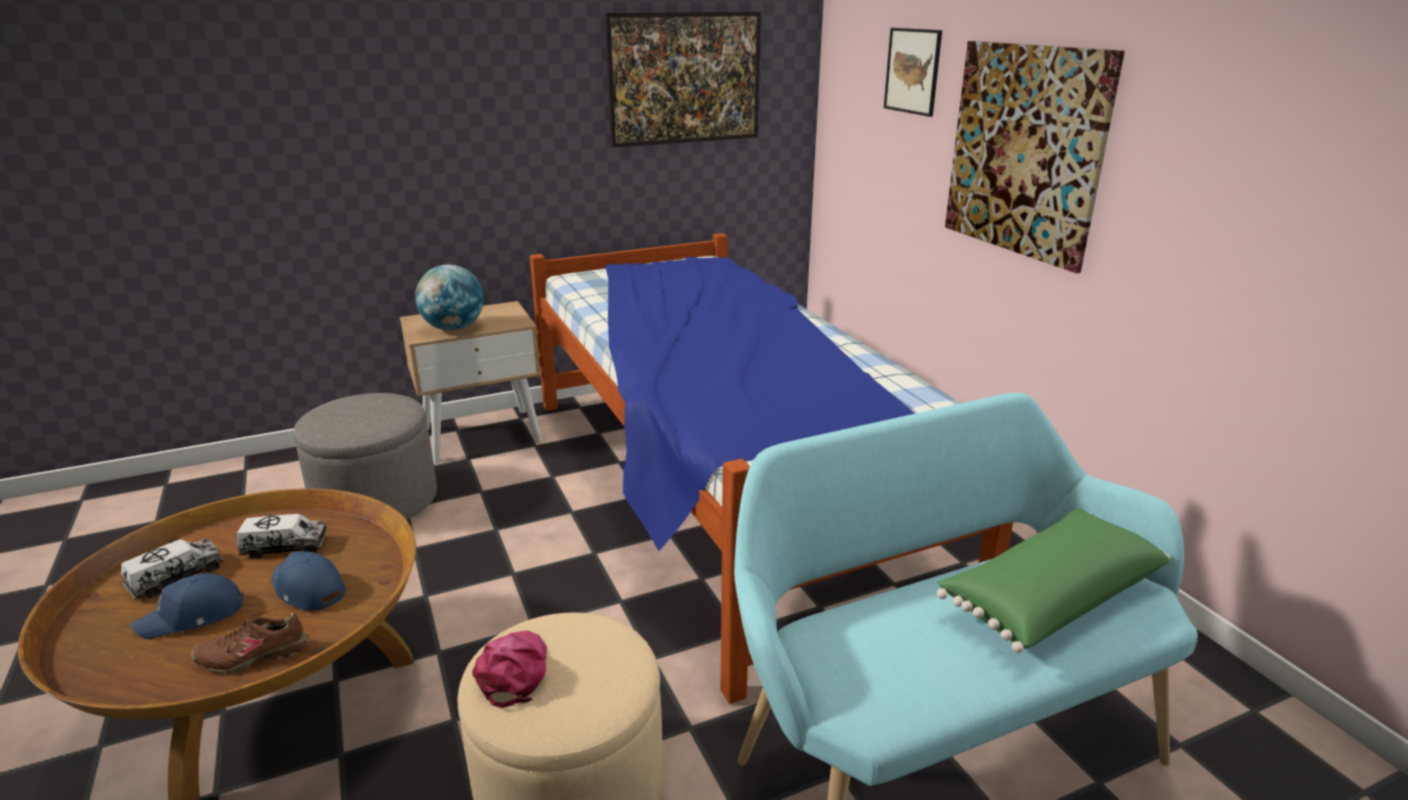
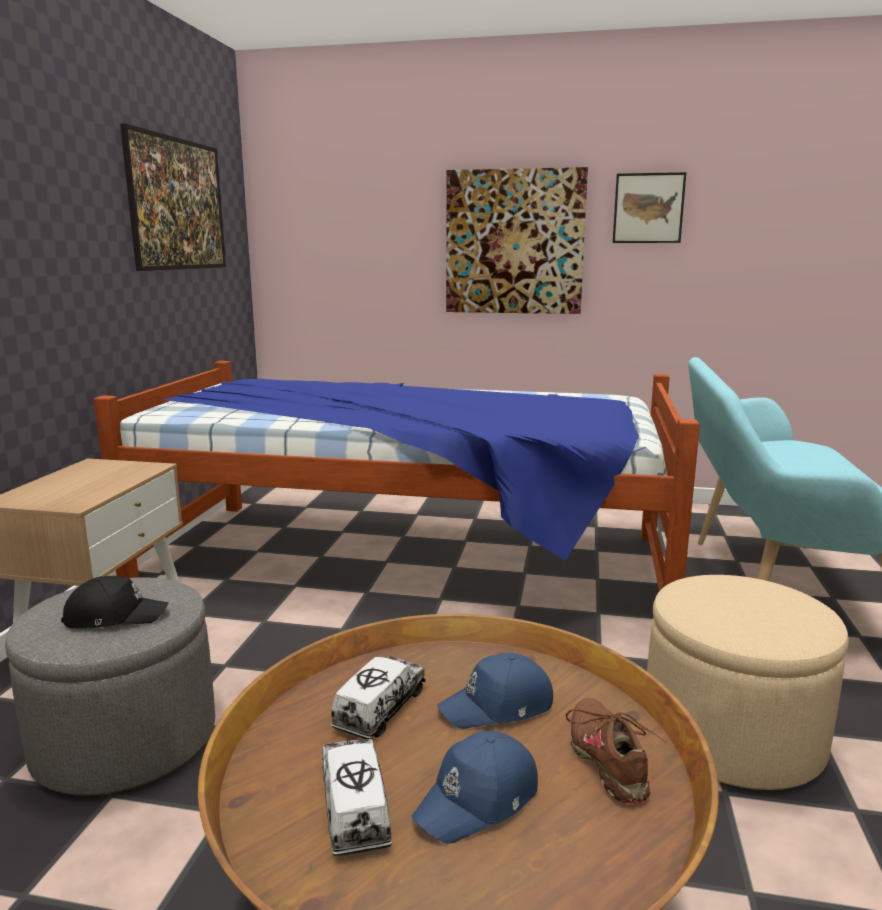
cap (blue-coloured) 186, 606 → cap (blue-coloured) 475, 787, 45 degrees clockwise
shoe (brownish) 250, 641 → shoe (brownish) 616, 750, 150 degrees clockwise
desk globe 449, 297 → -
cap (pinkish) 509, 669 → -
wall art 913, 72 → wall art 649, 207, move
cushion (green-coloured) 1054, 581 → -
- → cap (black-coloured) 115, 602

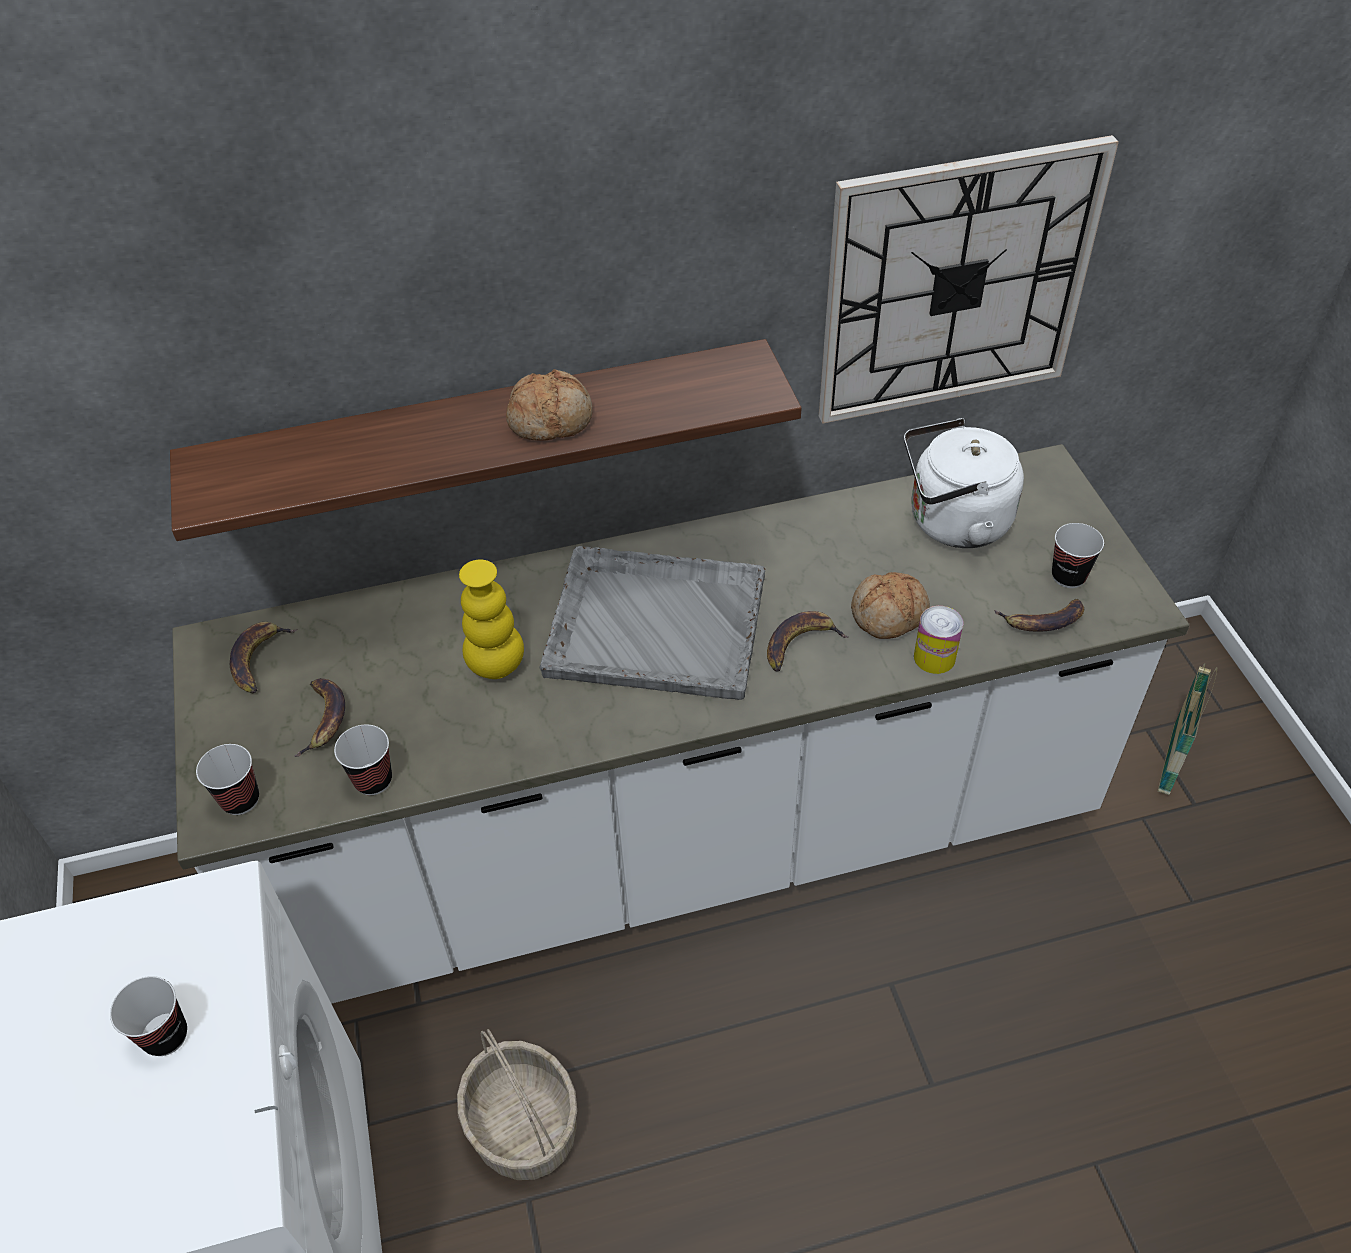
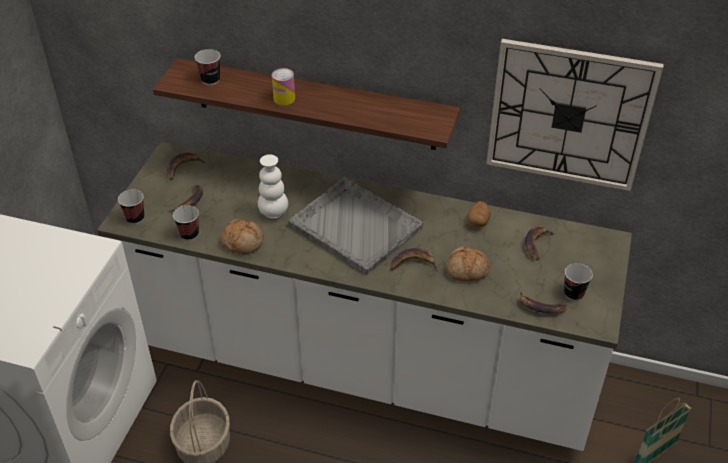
cup 148, 1016 → cup 208, 67, move
vase (yellow-coloured) 491, 619 → vase (white) 273, 186
bread 549, 405 → bread 242, 236, move
tea kettle (white) 964, 483 → banana fruit 540, 243
can 938, 640 → can 283, 86, move
- → whole potato 479, 214

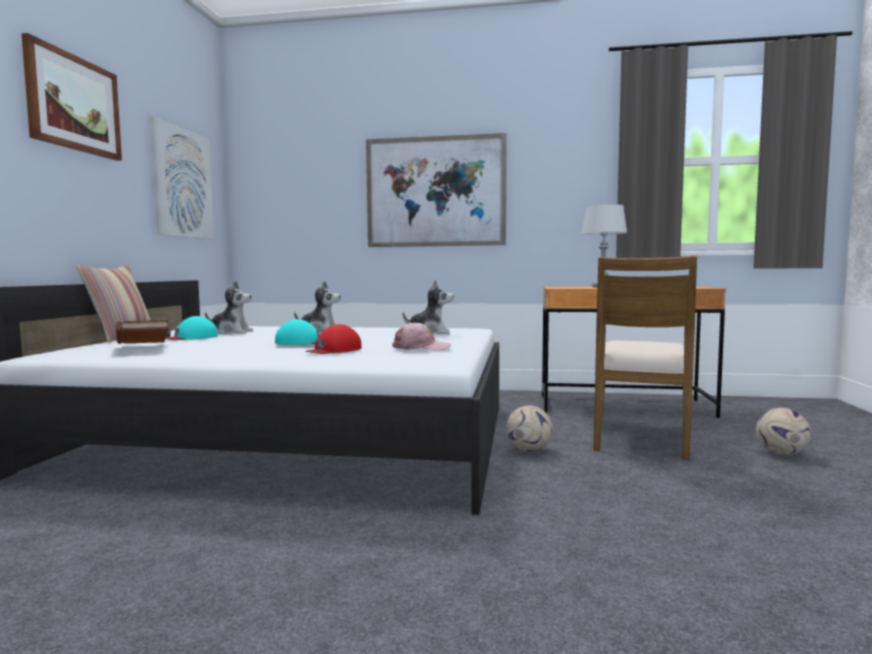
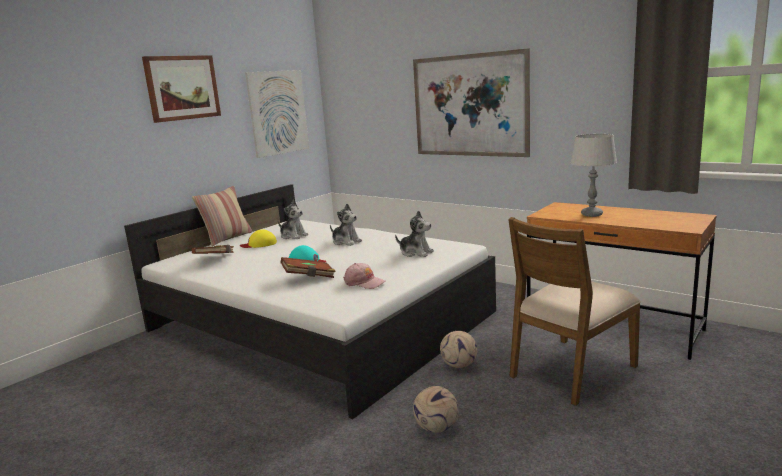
cap (turquoise-coloured) 191, 328 → cap (yellow-coloured) 258, 238
cap (reddish) 333, 339 → book (brownish) 308, 267
football 783, 431 → football 436, 409, move

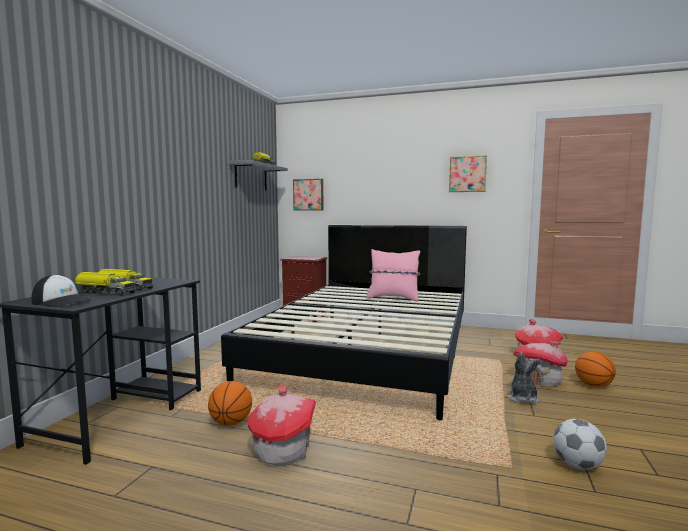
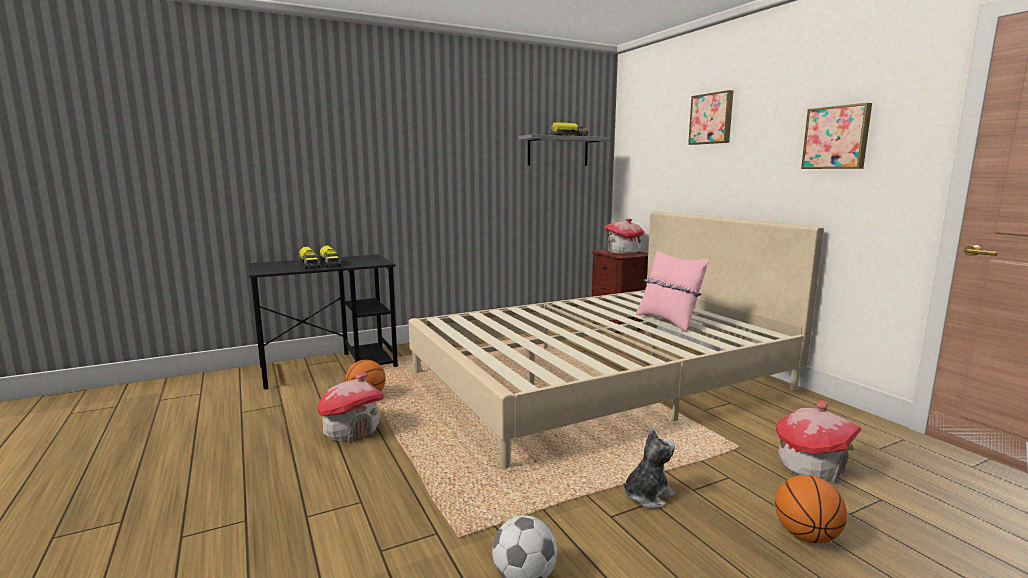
cap 62, 290 → -
sleeping bed (black-coloured) 344, 322 → sleeping bed (beige-coloured) 616, 340
wall art 308, 195 → wall art 711, 117, move
model house 540, 364 → model house 624, 236, move

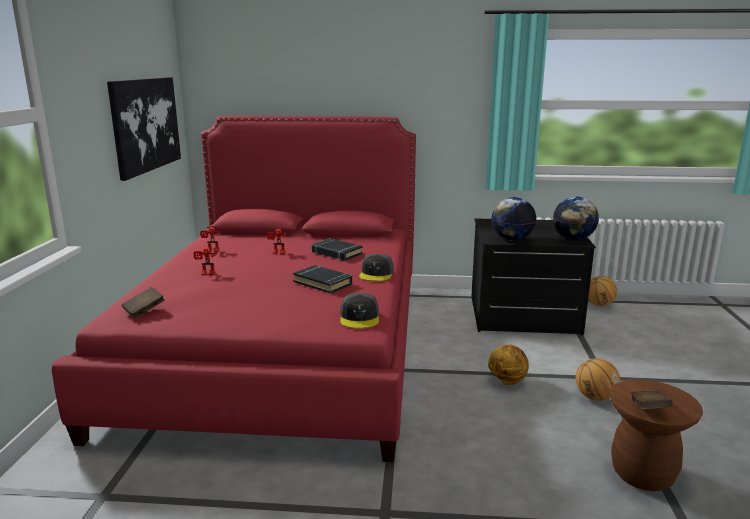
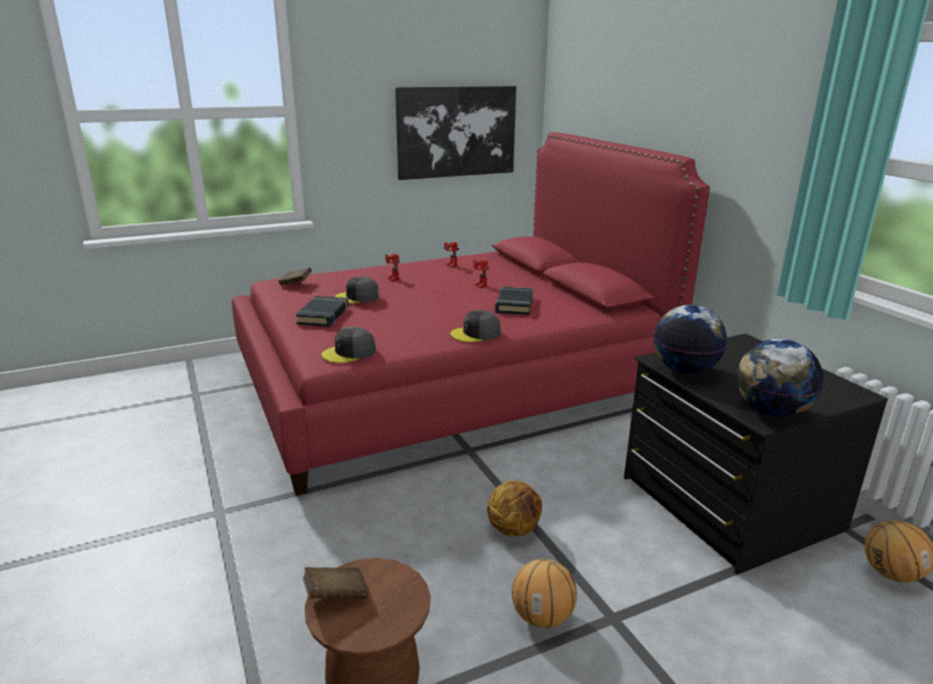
book (black-coloured) 322, 279 → book (black-coloured) 322, 311, move
- → cap (grey) 357, 290

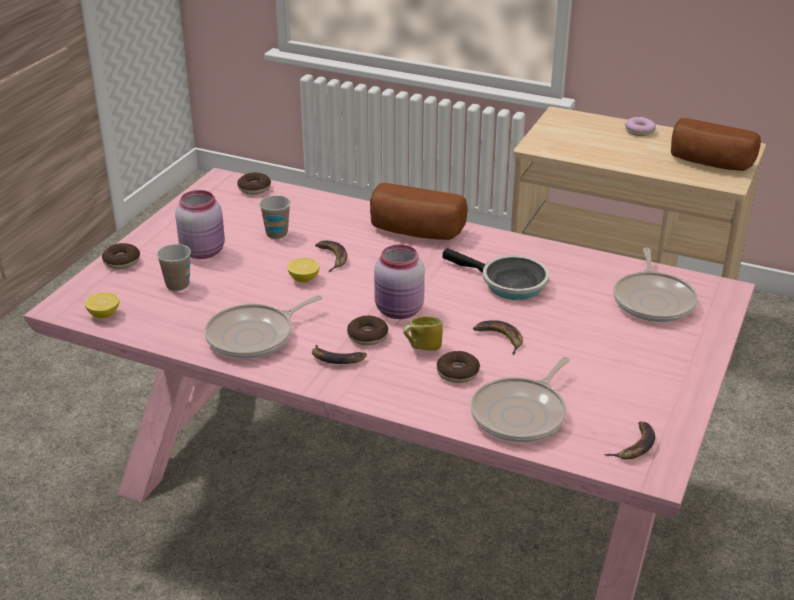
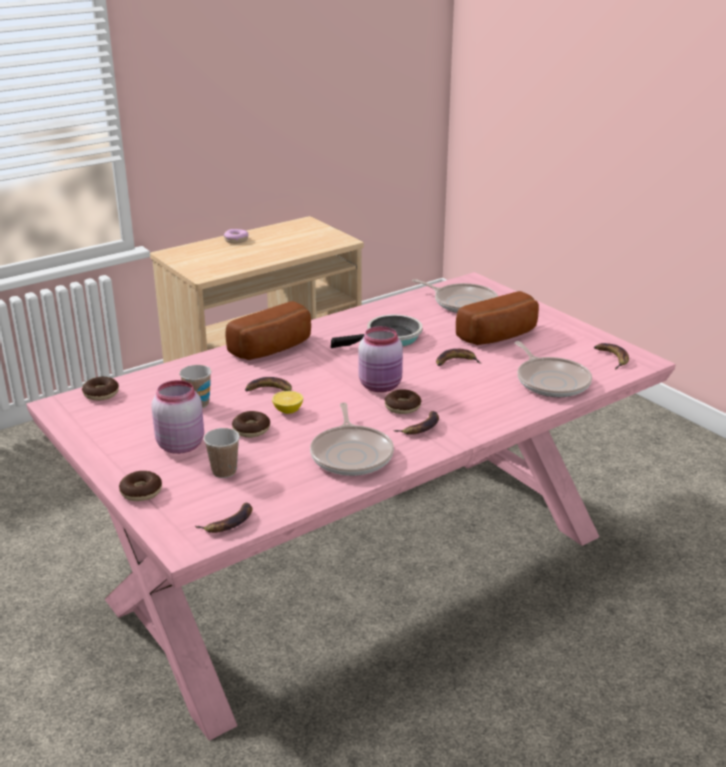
whole lemon 102, 305 → banana fruit 223, 517
tea mug 423, 333 → -
doughnut 458, 367 → doughnut 251, 424, move
bread 716, 144 → bread 497, 318, move

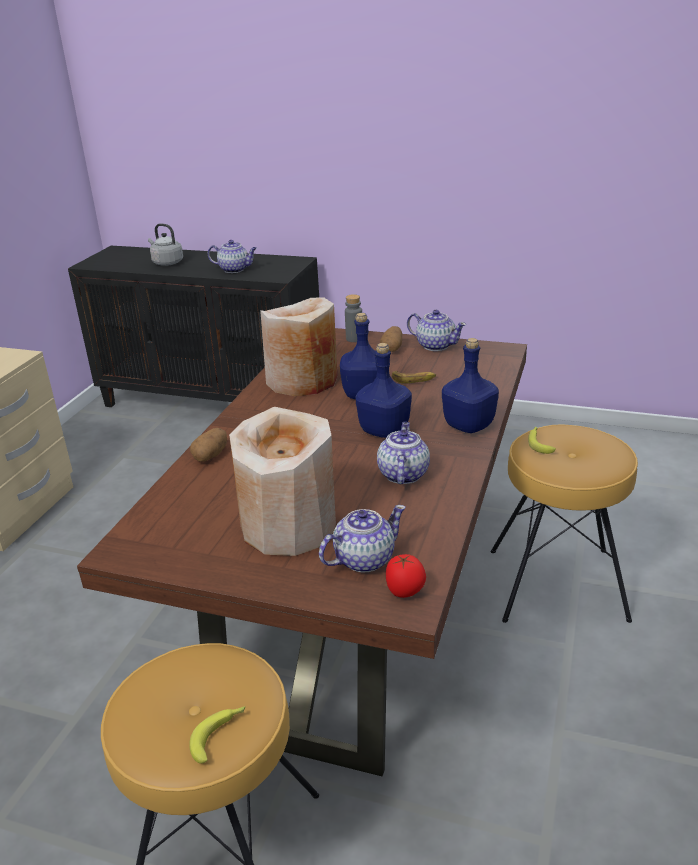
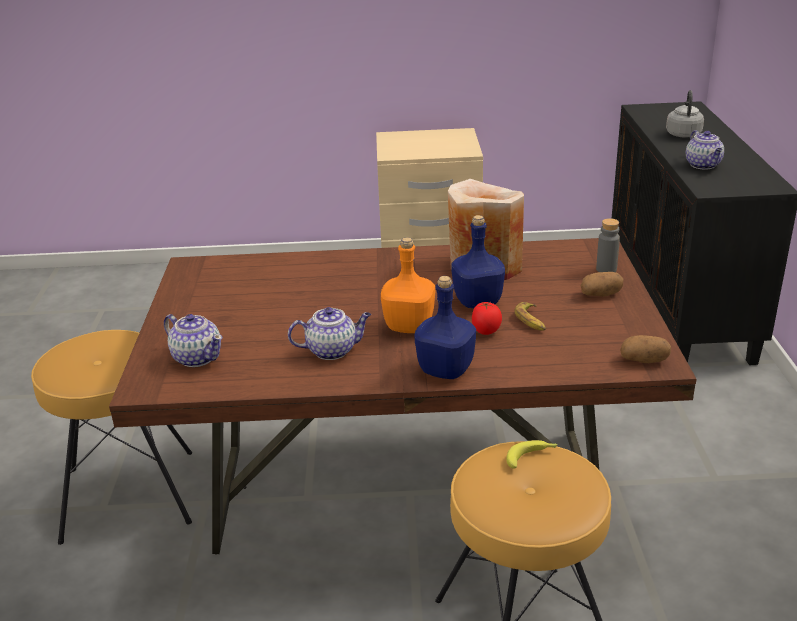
banana fruit 217, 734 → -
whole potato 208, 445 → whole potato 645, 349, move
vase (beige-coloured) 282, 481 → -
bottle (blue-coloured) 384, 390 → bottle (orange-coloured) 408, 285
whole tomato 406, 576 → whole tomato 487, 318, move
teapot 437, 330 → -

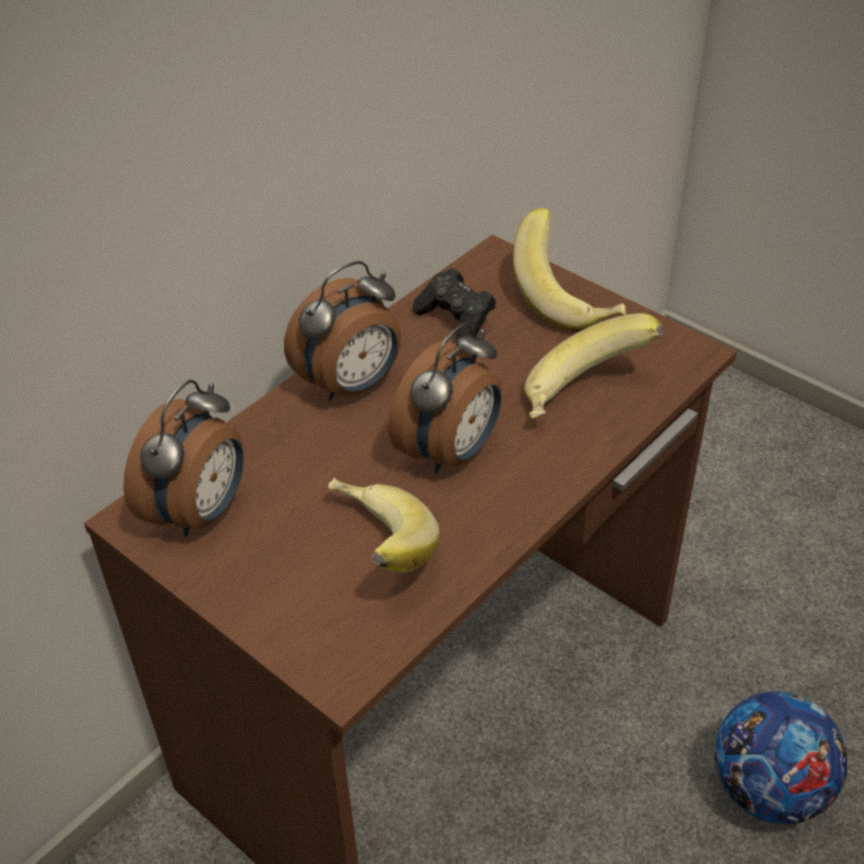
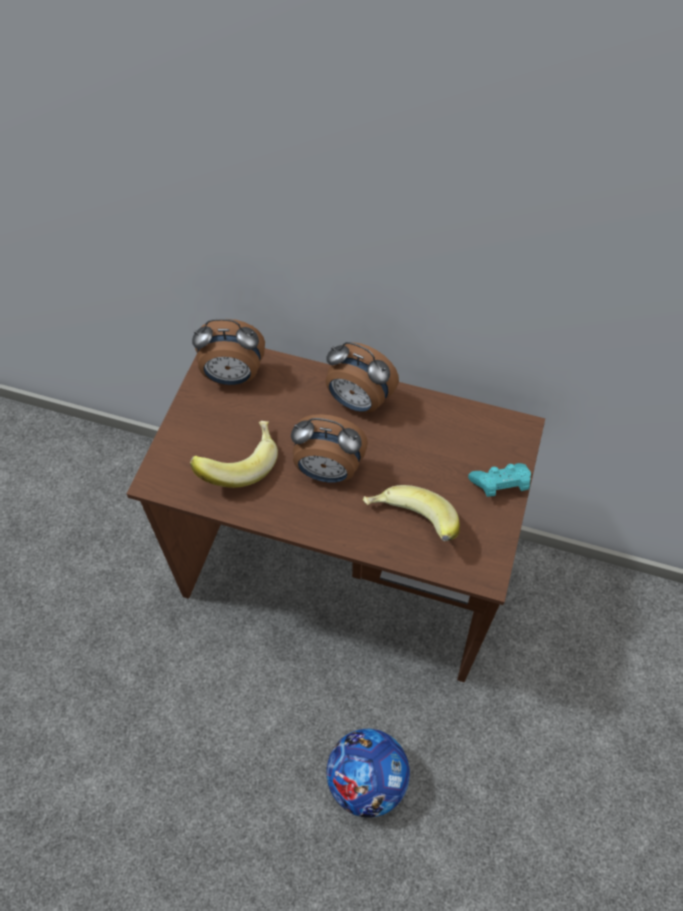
game controller (black-coloured) 454, 305 → -
banana fruit 569, 269 → game controller (turquoise-coloured) 499, 480

